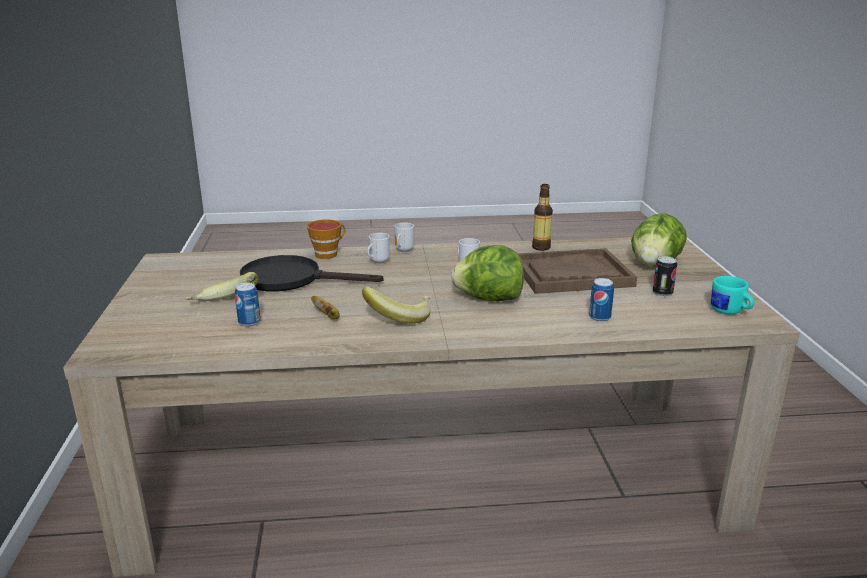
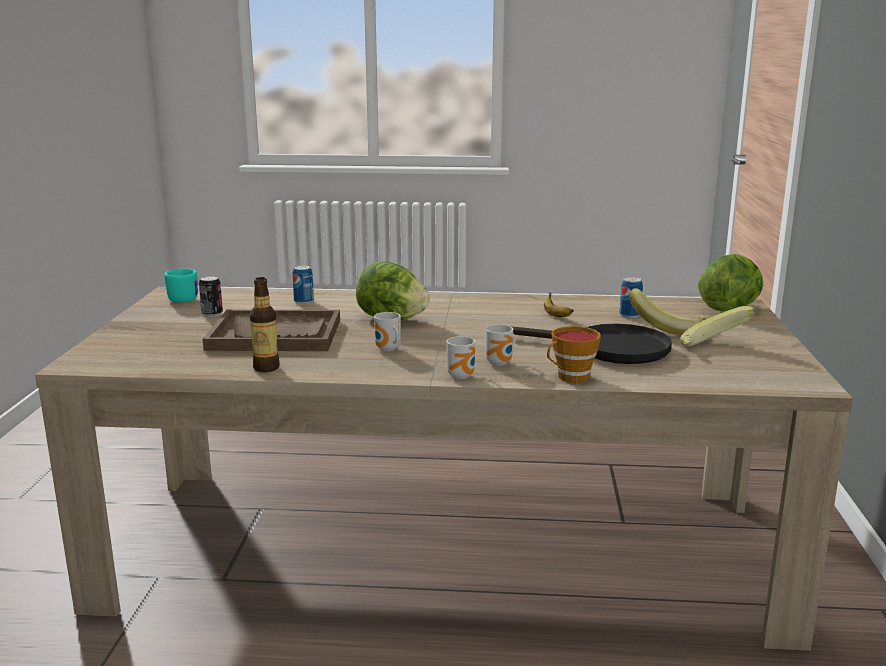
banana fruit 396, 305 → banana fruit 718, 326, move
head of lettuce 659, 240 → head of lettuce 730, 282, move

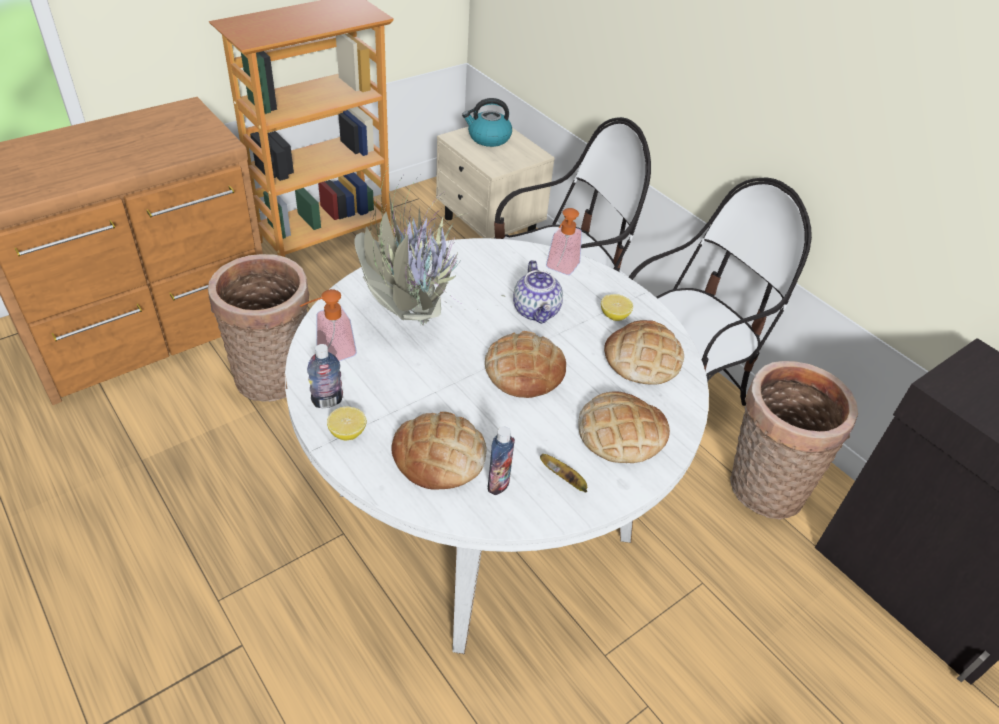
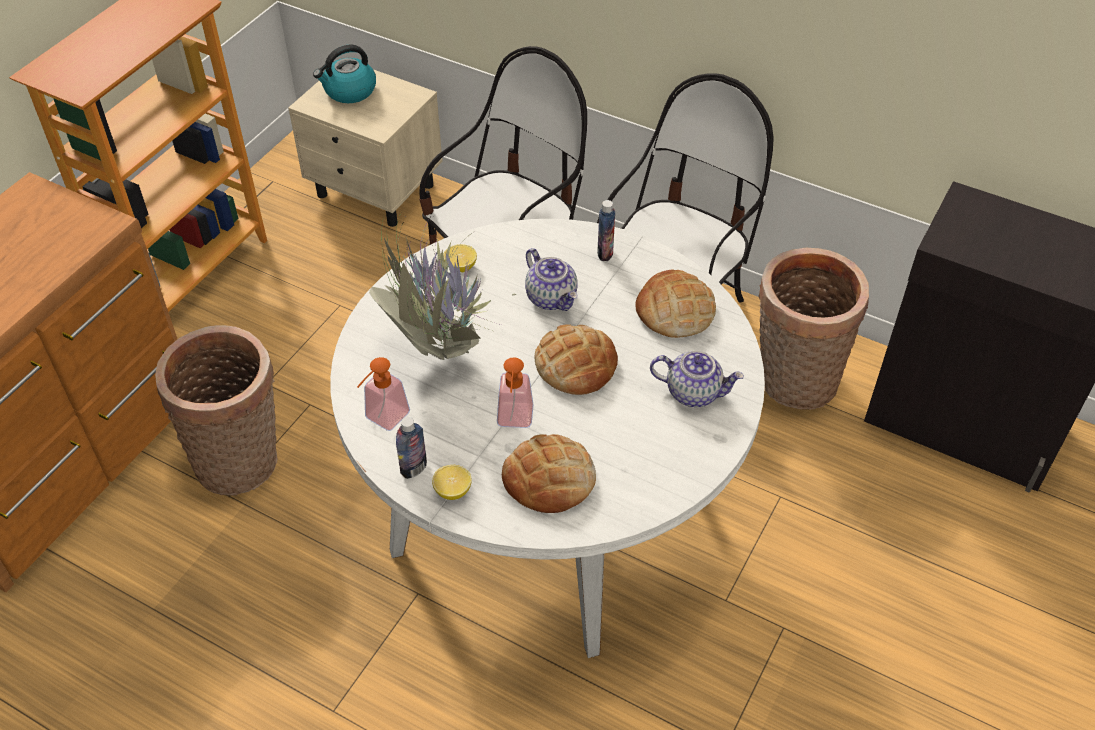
bottle 501, 461 → bottle 606, 230, move
banana fruit 563, 473 → -
soap dispenser 564, 241 → soap dispenser 515, 392, move
bread 624, 427 → teapot 697, 379
whole lemon 617, 307 → whole lemon 460, 258, move

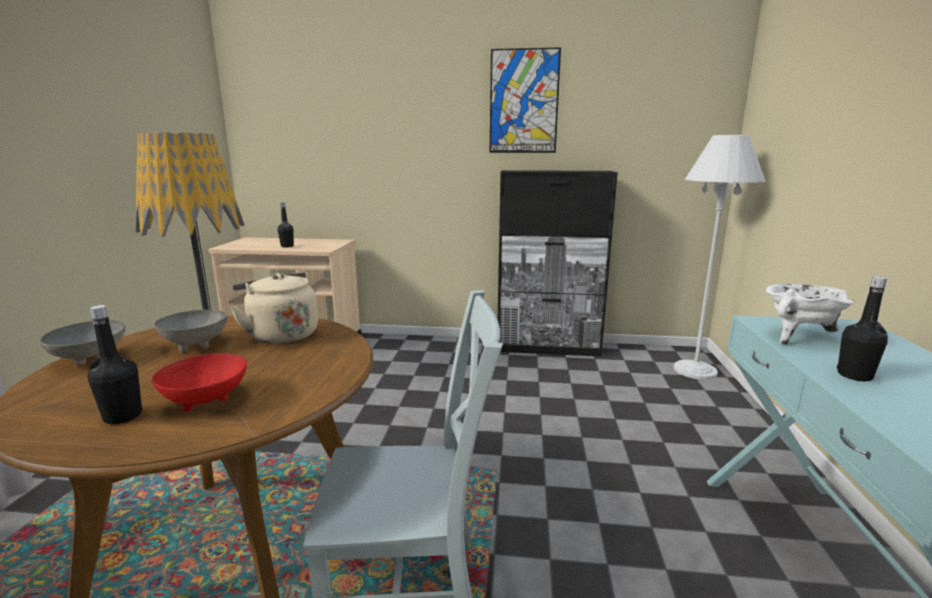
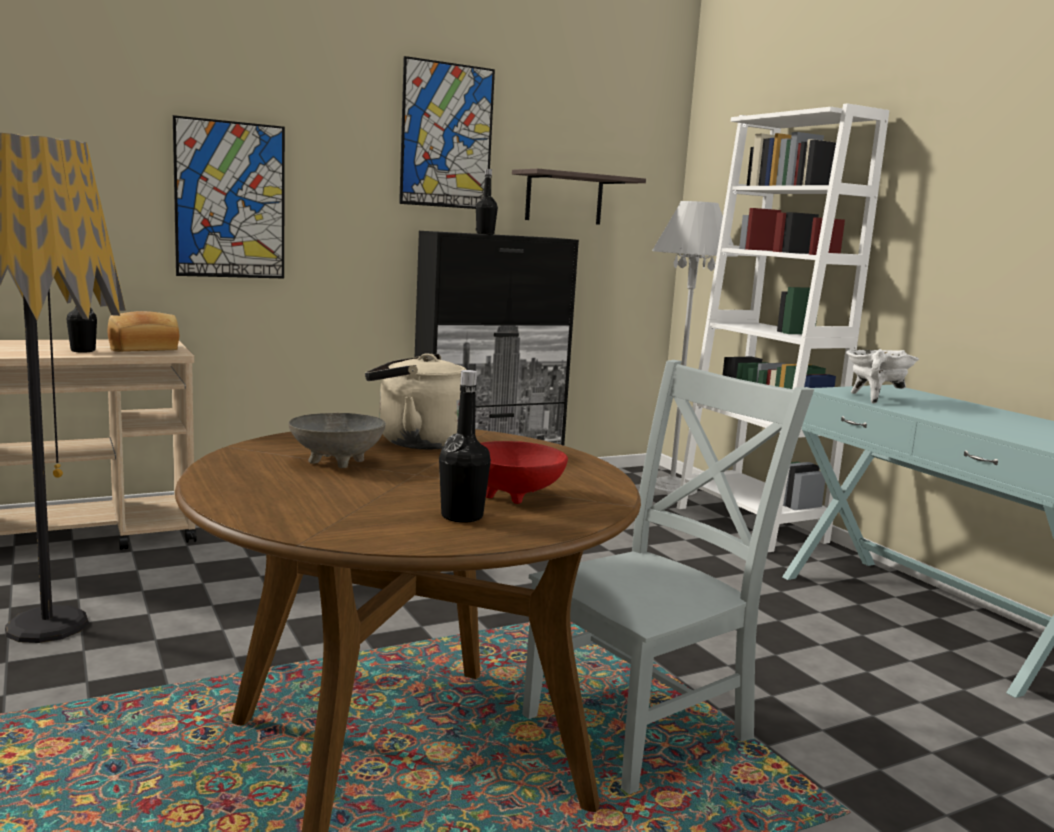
deep dish (grey) 82, 342 → -
bottle (black-coloured) 862, 328 → bottle (black-coloured) 487, 202, move
- → bread 143, 331
- → wall art 229, 196
- → shelf 579, 197
- → bookcase (white) 783, 327

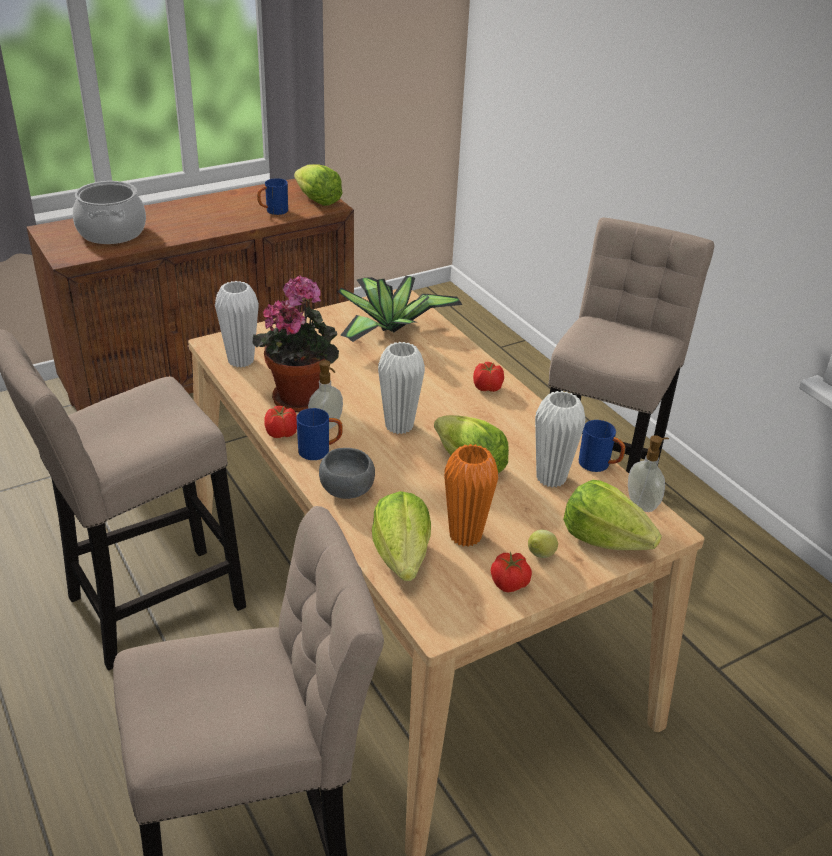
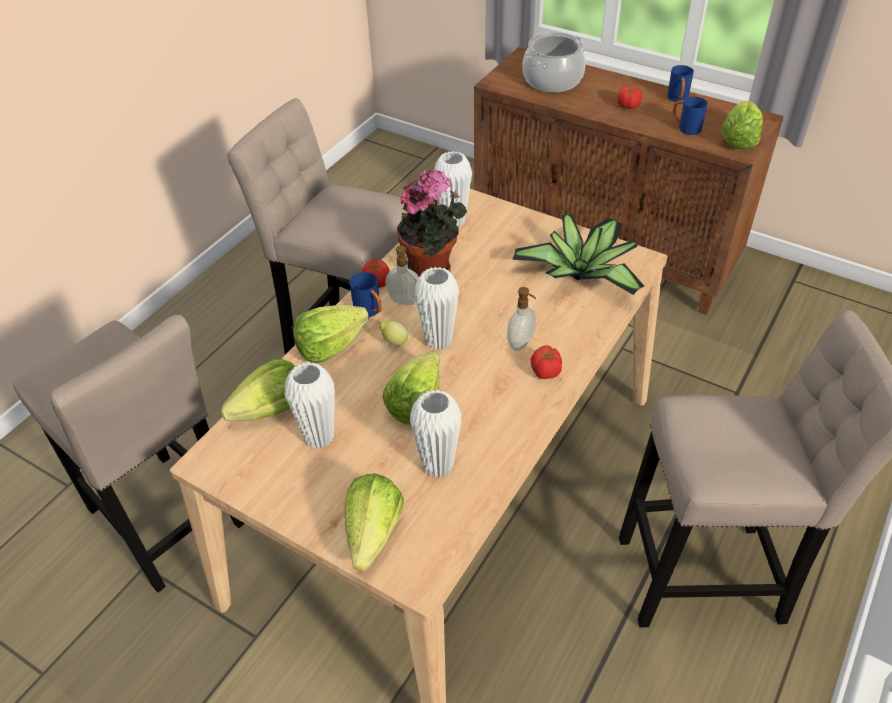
deep dish (grey) 347, 473 → head of lettuce 331, 333
vase (orange-coloured) 471, 495 → vase (white) 310, 405
whole tomato 511, 572 → whole tomato 629, 97, move
whole lemon 543, 544 → whole lemon 393, 333, move
tea mug (blue-coloured) 602, 446 → tea mug (blue-coloured) 680, 83, move
soap dispenser 648, 473 → soap dispenser 521, 319, move

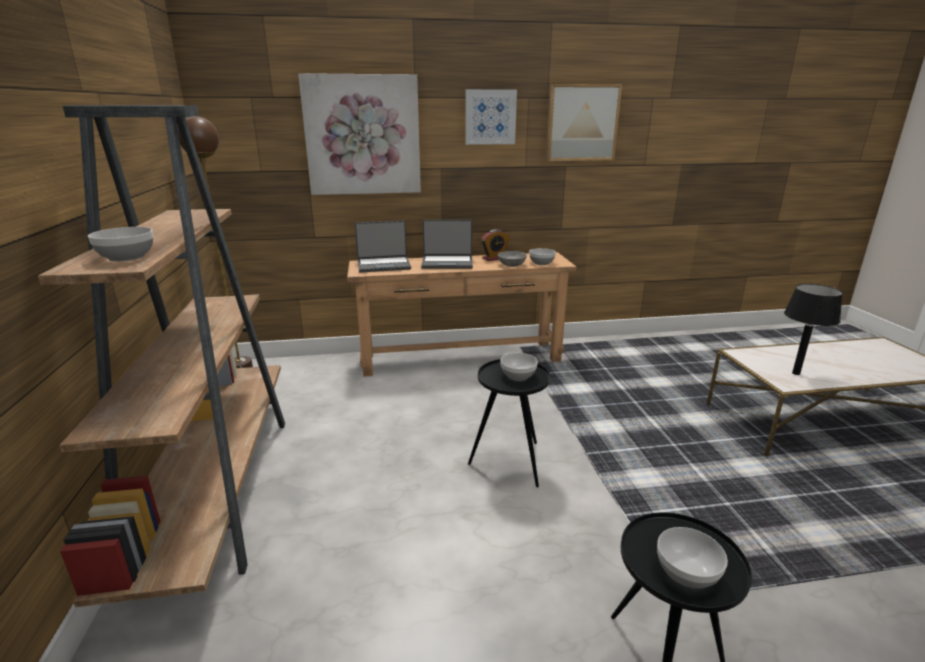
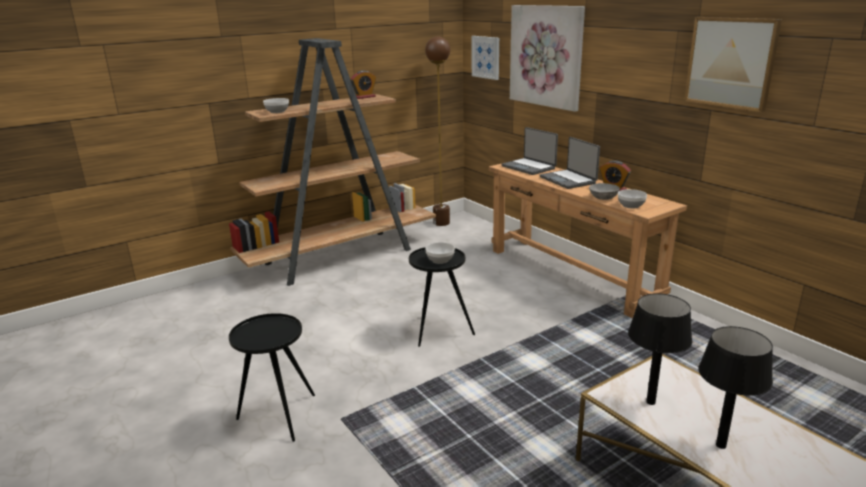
wall art 491, 117 → wall art 485, 58, move
deep dish 692, 558 → -
- → table clock 363, 85
- → lamp for a table (black-coloured) 735, 387

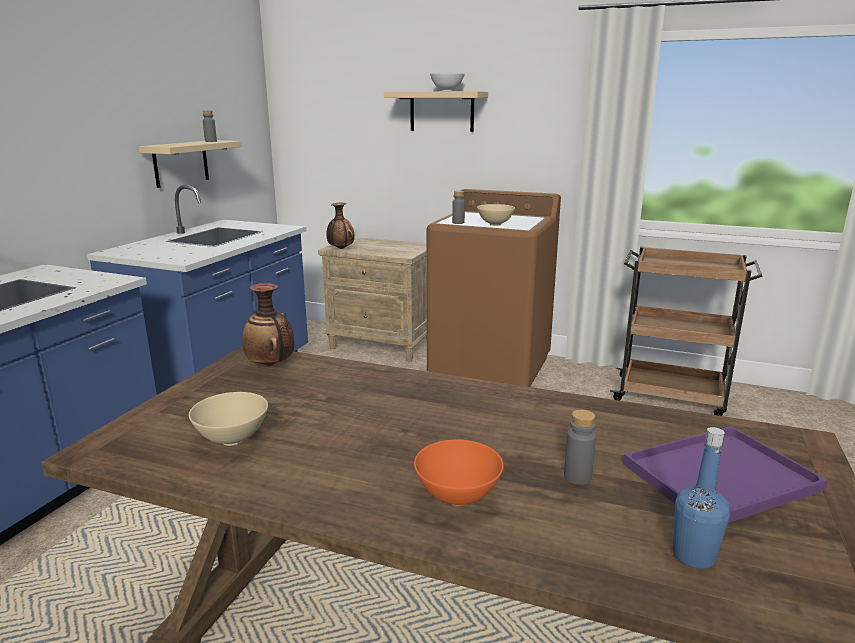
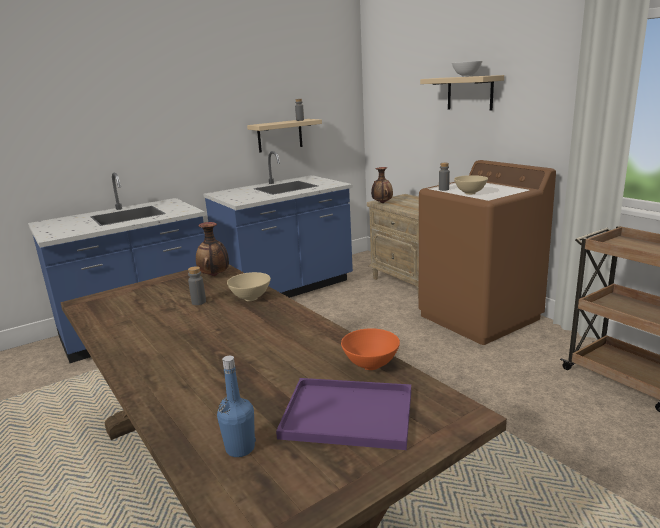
deep dish (beige-coloured) 228, 419 → deep dish (beige-coloured) 249, 286, move
deep dish (orange-coloured) 459, 473 → deep dish (orange-coloured) 370, 349, move
bottle (grey) 580, 447 → bottle (grey) 197, 285, move

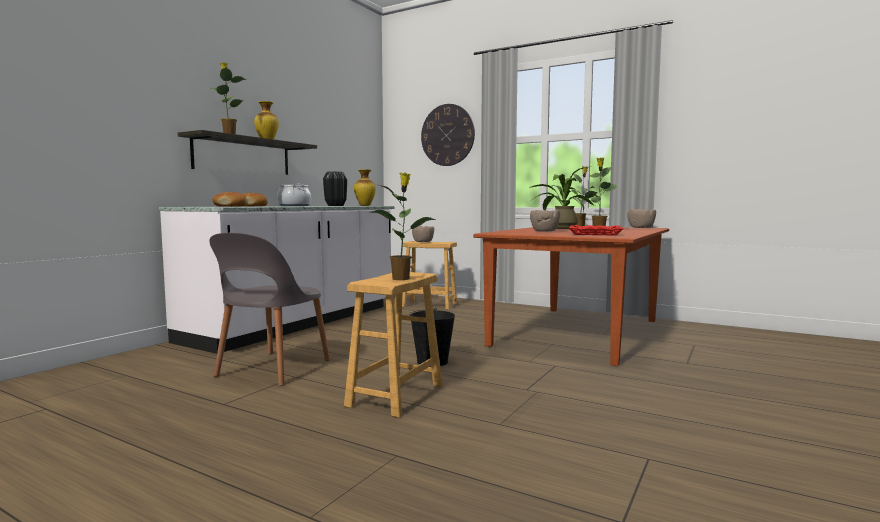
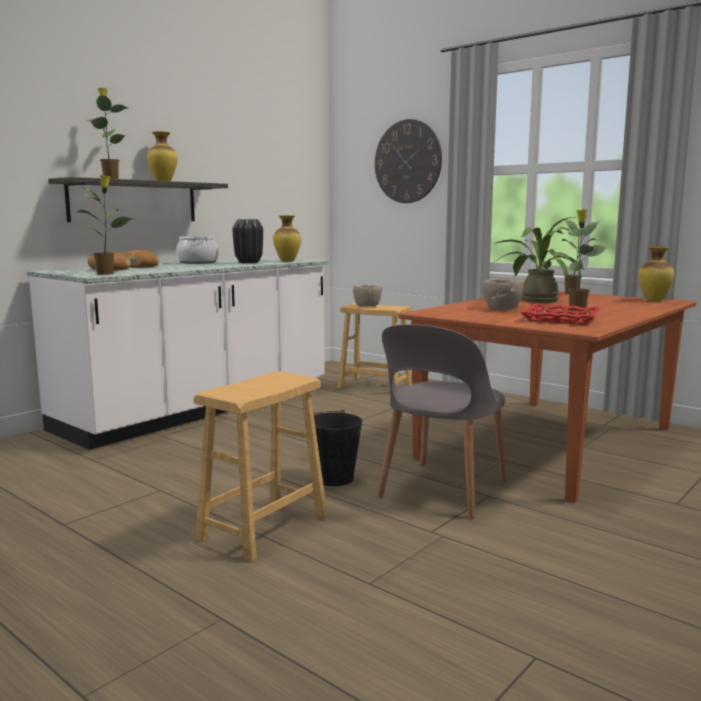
upright chair (grey) 269, 309 → upright chair (grey) 442, 421, move
plant in a pot 403, 226 → plant in a pot 105, 225, move
deep dish (brownish) 641, 218 → vase 656, 273

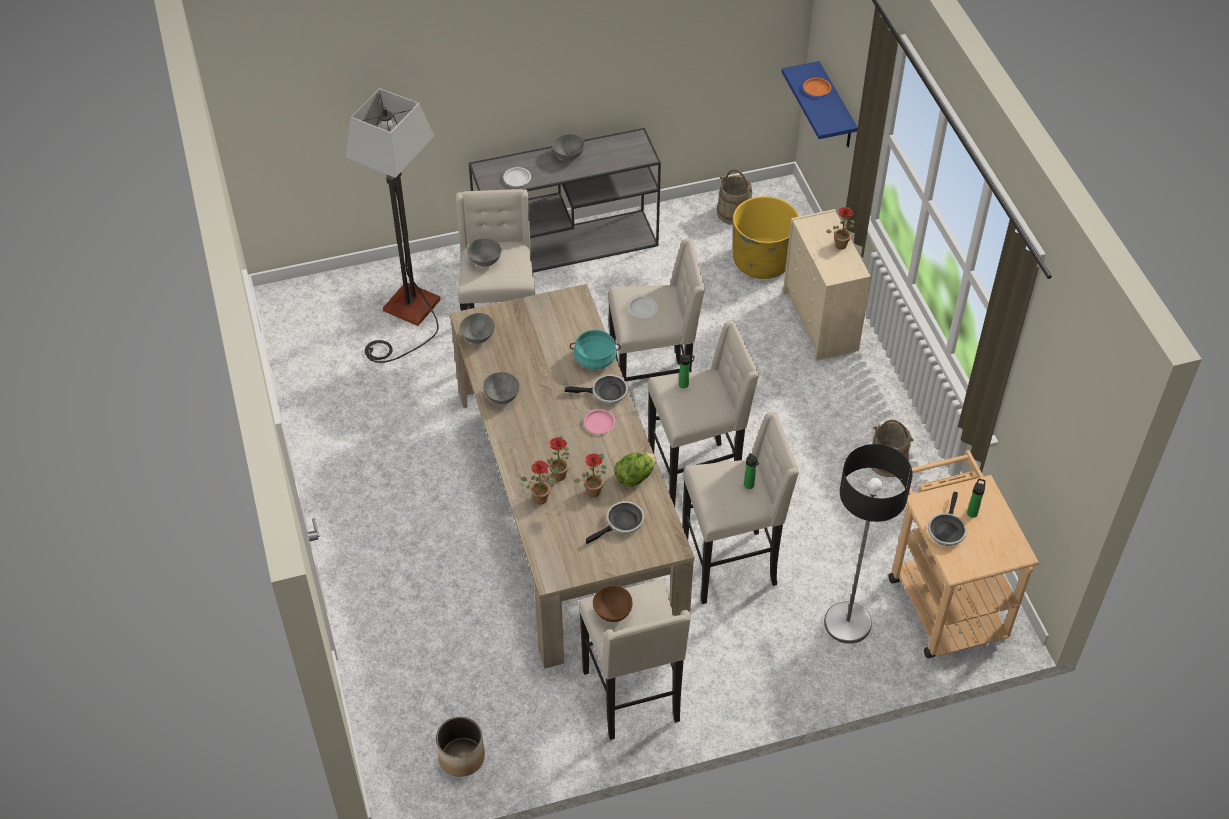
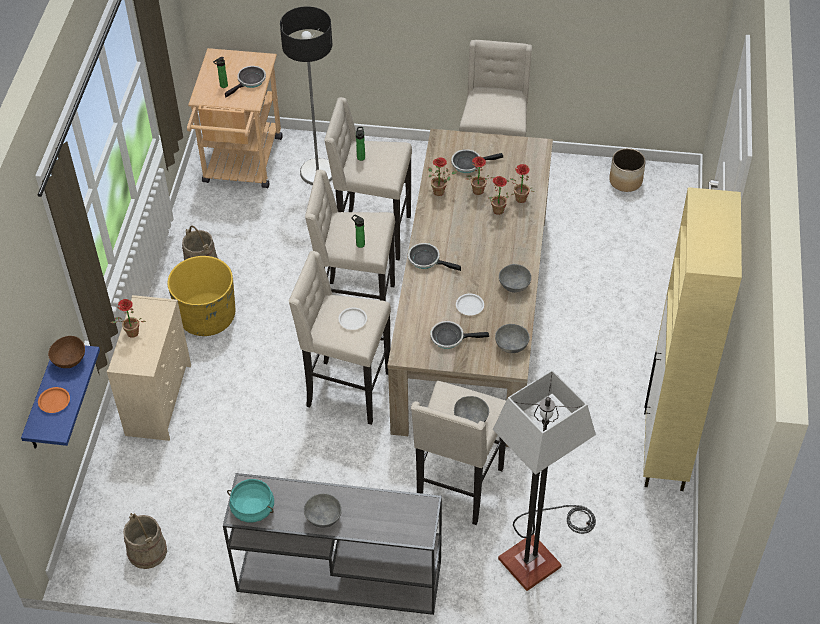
dinner plate (white) 517, 176 → dinner plate (white) 470, 305, move
cooking pot (turquoise-coloured) 595, 350 → cooking pot (turquoise-coloured) 250, 500, move
dinner plate (pinkish) 599, 421 → -
deep dish (brownish) 613, 603 → deep dish (brownish) 66, 352, move
head of lettuce 635, 469 → plant in a pot 443, 176
planter (yellow-coloured) 766, 237 → planter (yellow-coloured) 201, 296, move
- → skillet 459, 335
- → storage cabinet (beige-coloured) 692, 339

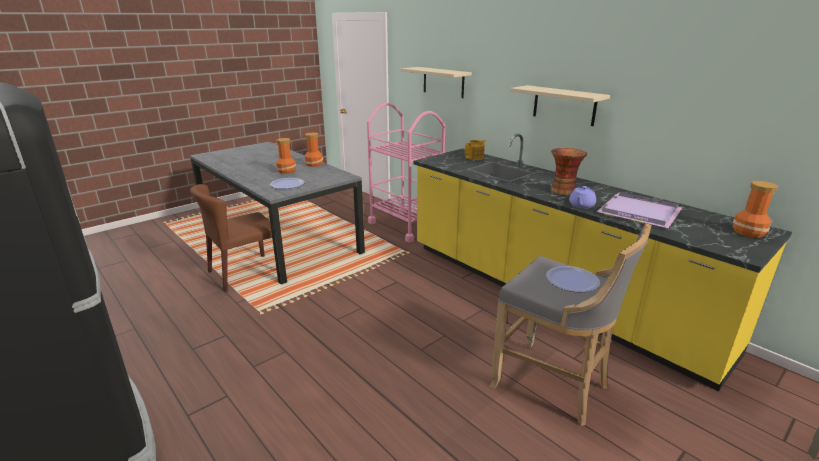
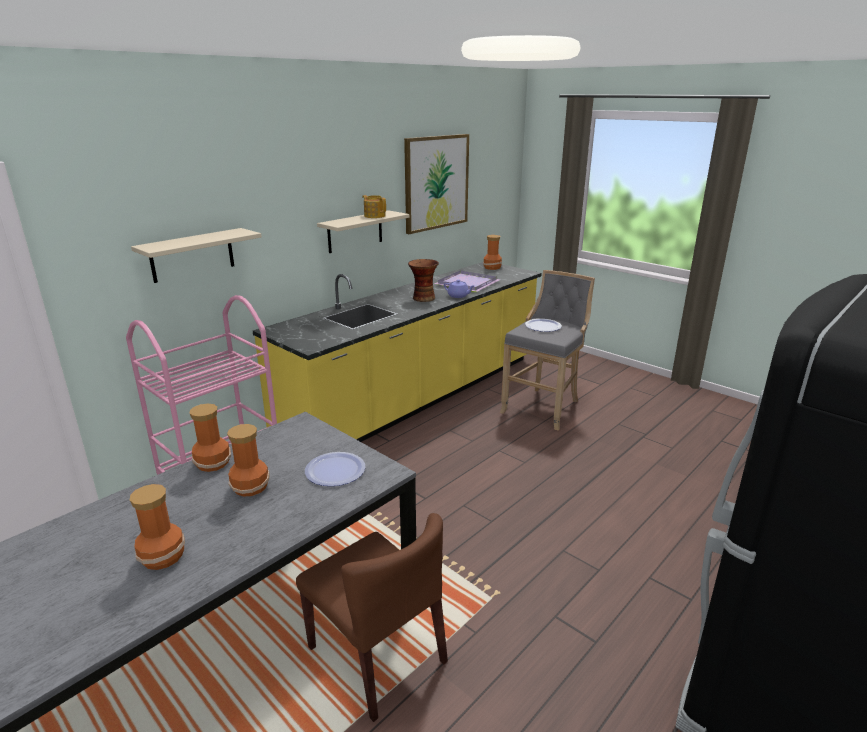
teapot 475, 150 → teapot 374, 206, move
- → vase 157, 527
- → wall art 436, 184

